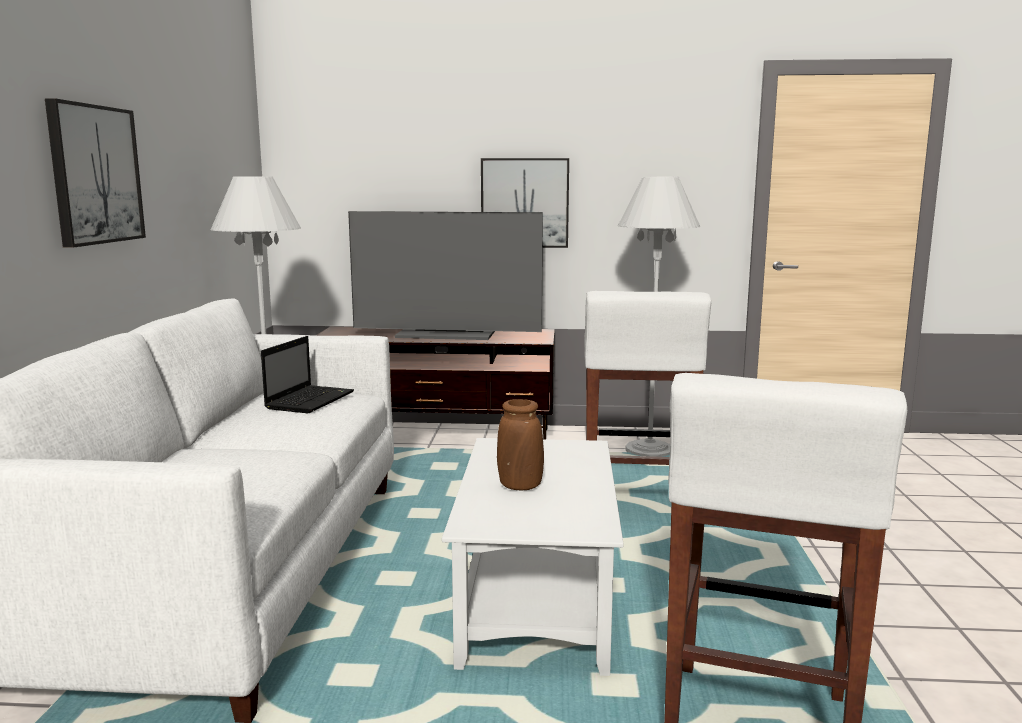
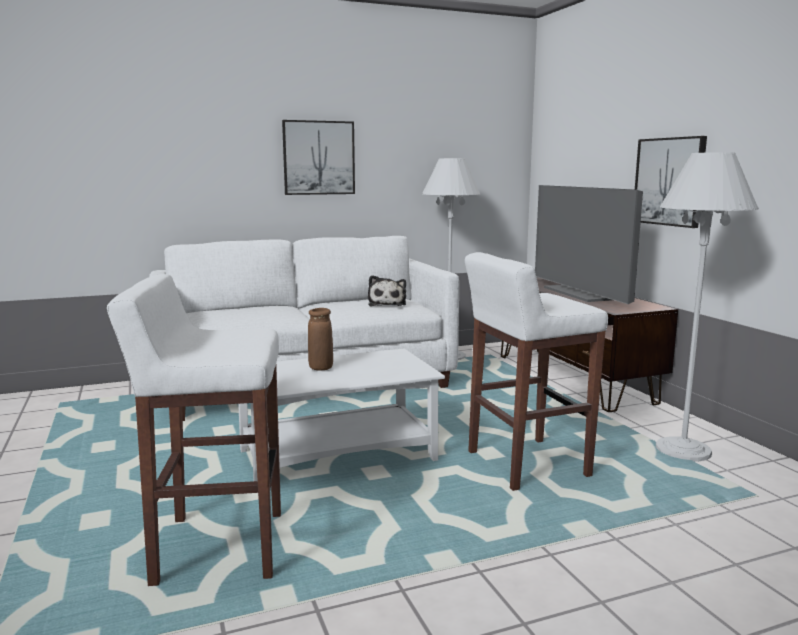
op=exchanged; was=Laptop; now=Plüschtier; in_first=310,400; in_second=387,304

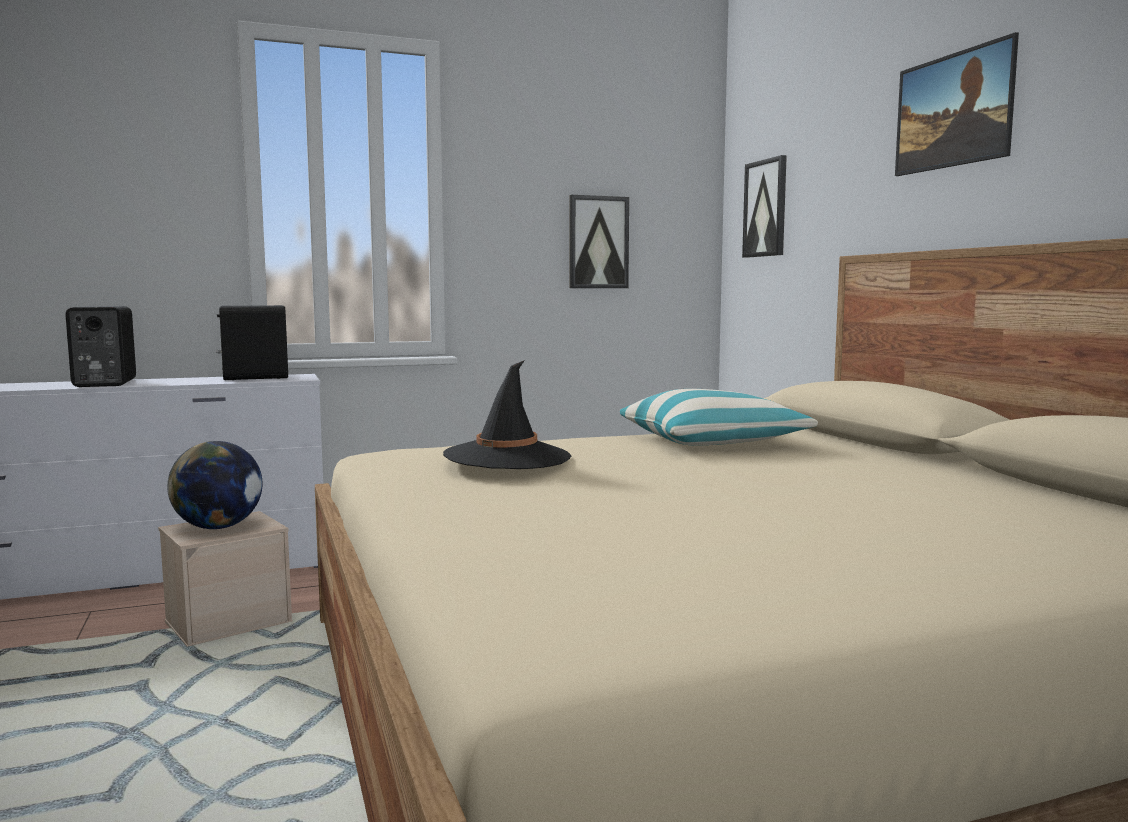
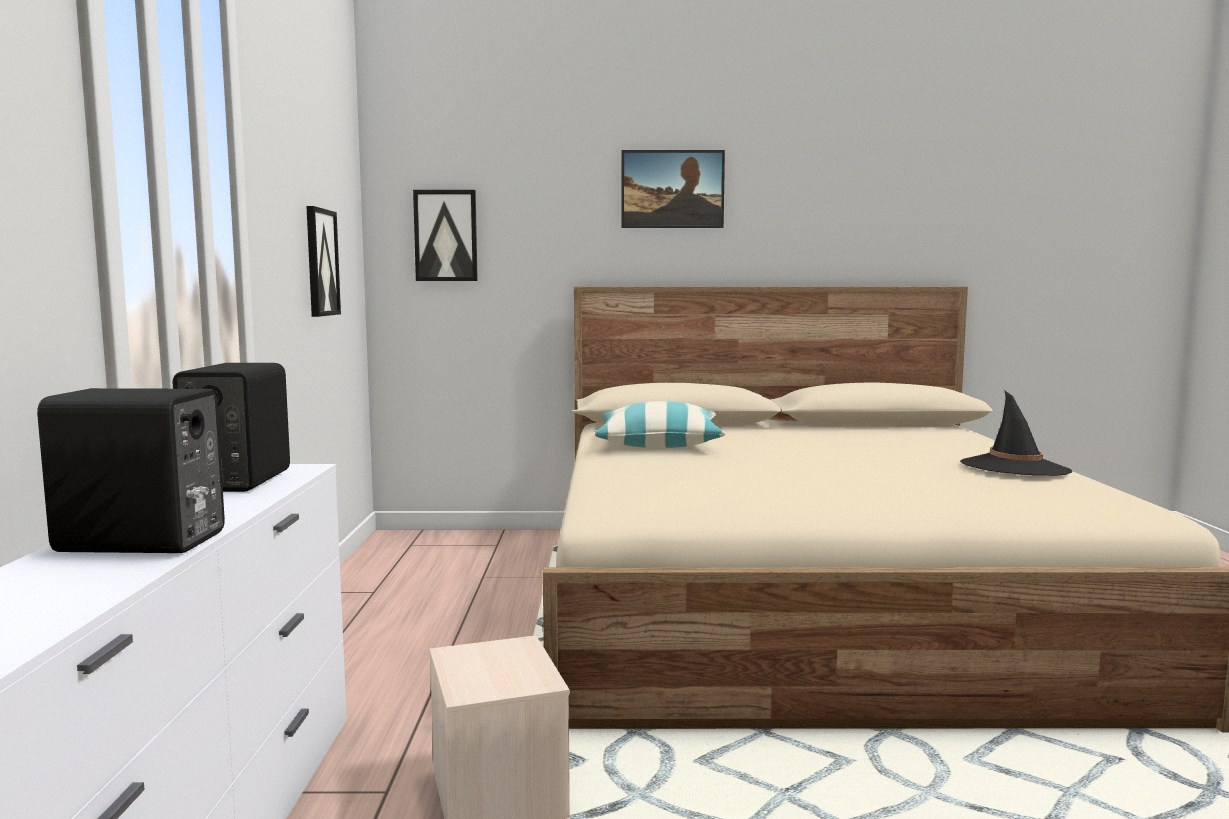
op=missing; was=Globus; in_first=218,527
op=relocated; was=Hut (schwarz); in_first=507,457; in_second=1014,468

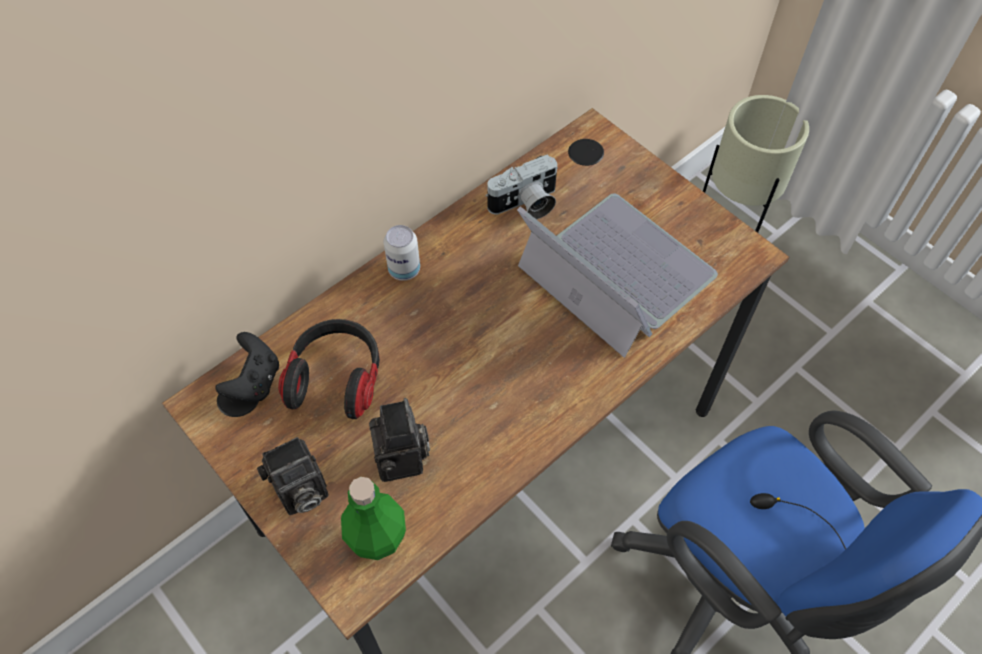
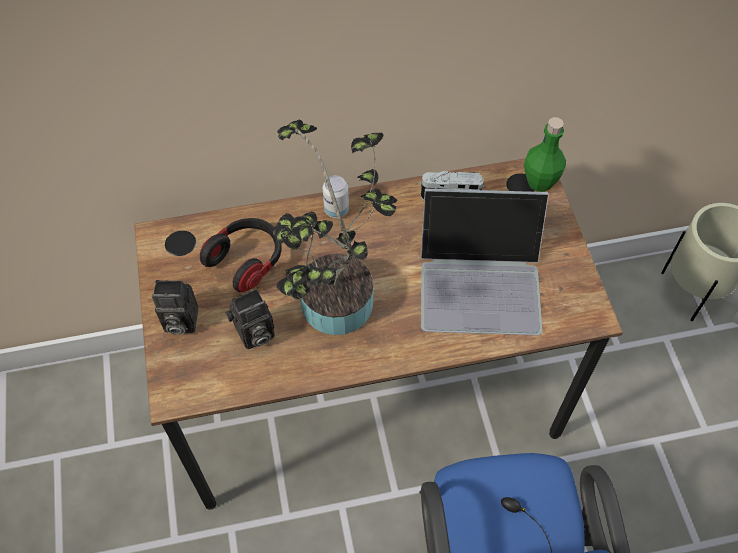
op=missing; was=Gamepad (schwarz); in_first=255,381
op=appeared; now=Topfpflanze; in_second=333,311
op=relocated; was=Flasche (grün); in_first=378,540; in_second=539,182
op=spun; was=Kamera; in_first=403,461; in_second=254,335; clockwise=45
op=spun; was=Laptop; in_first=614,272; in_second=481,280; clockwise=105

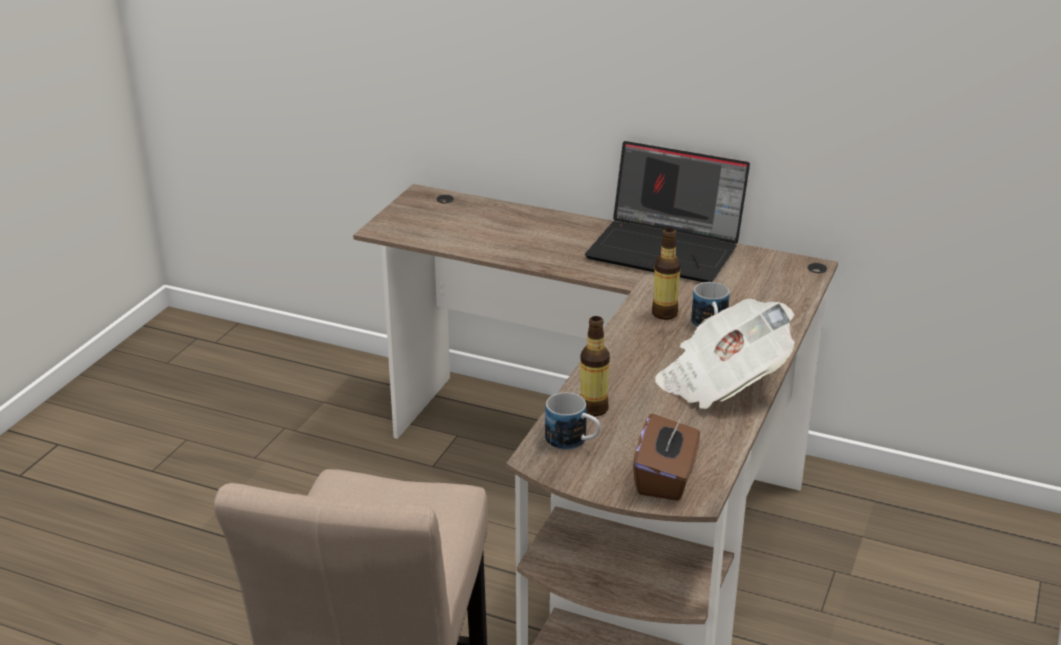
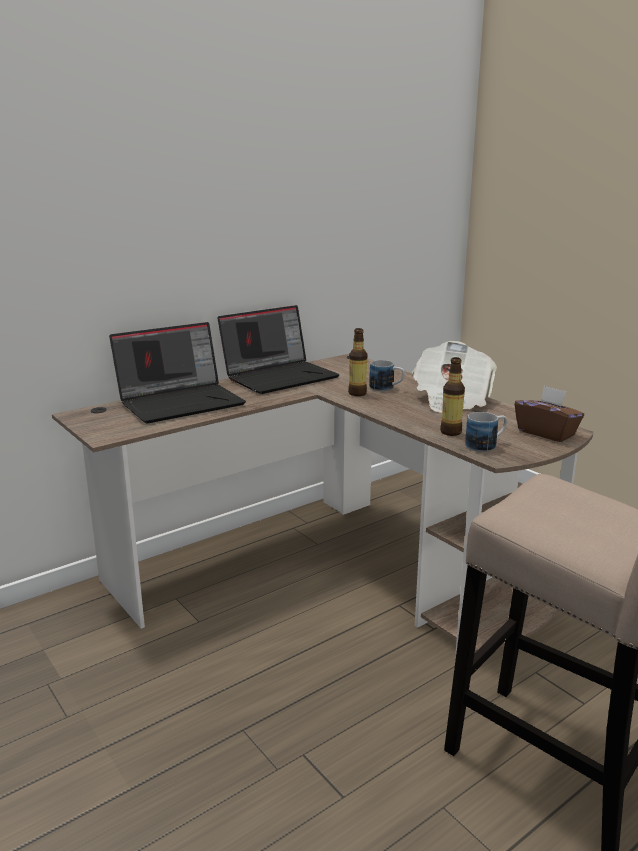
op=appeared; now=Laptop; in_second=181,402

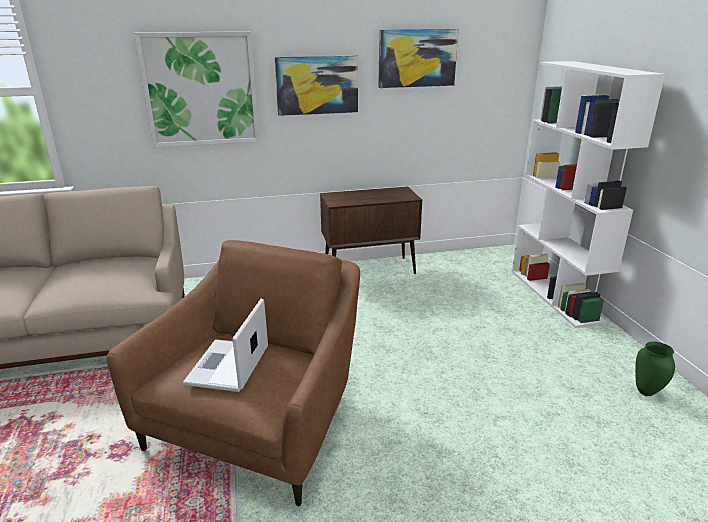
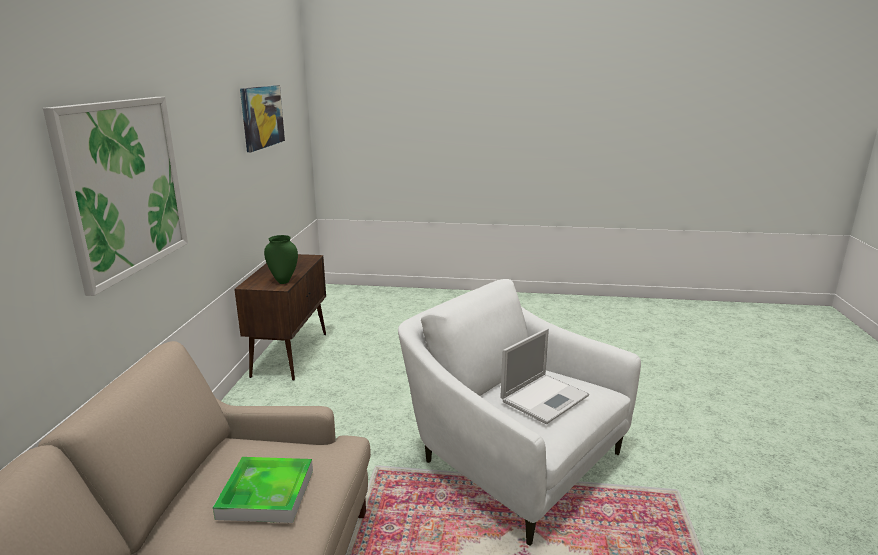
op=missing; was=Bild; in_first=317,85
op=missing; was=Bücherregal (weiß); in_first=556,295
op=appeared; now=Tablett; in_second=266,493
op=relocated; was=Vase (grün); in_first=646,392; in_second=283,282
op=colour; was=Sessel (braun); now=Sessel (weiß); in_first=261,420; in_second=511,459
op=spun; was=Laptop; in_first=227,366; in_second=545,397; clockwise=-75

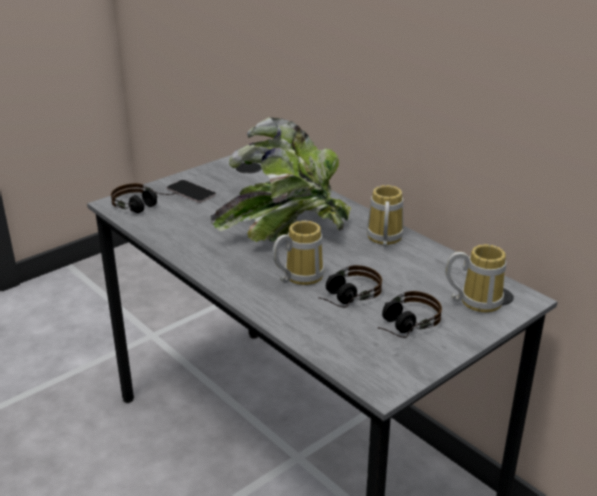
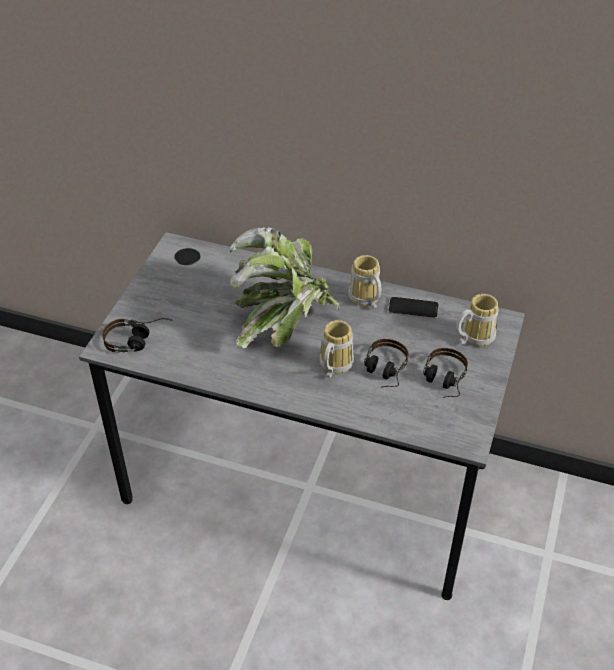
op=relocated; was=Handy; in_first=191,192; in_second=413,308

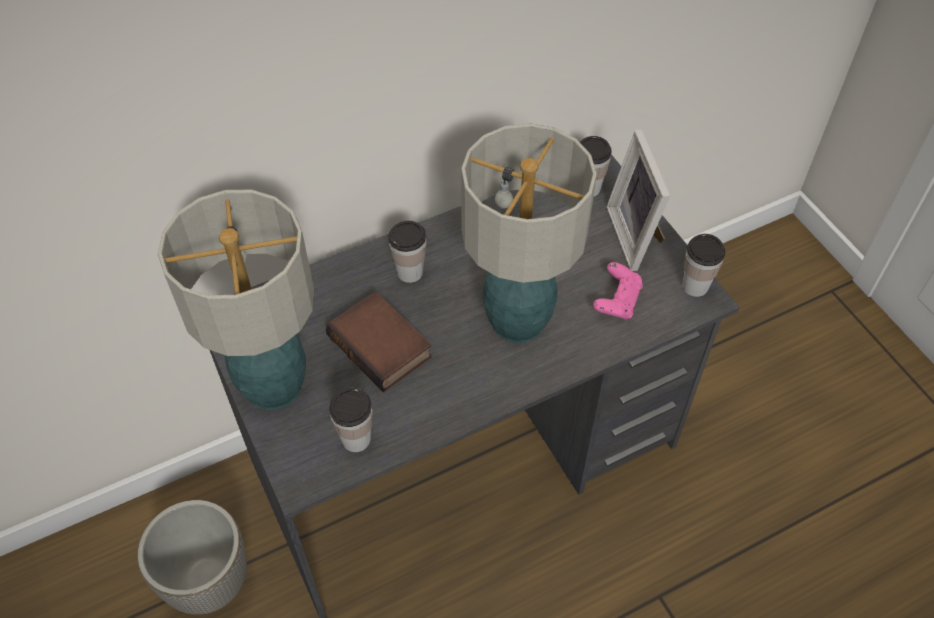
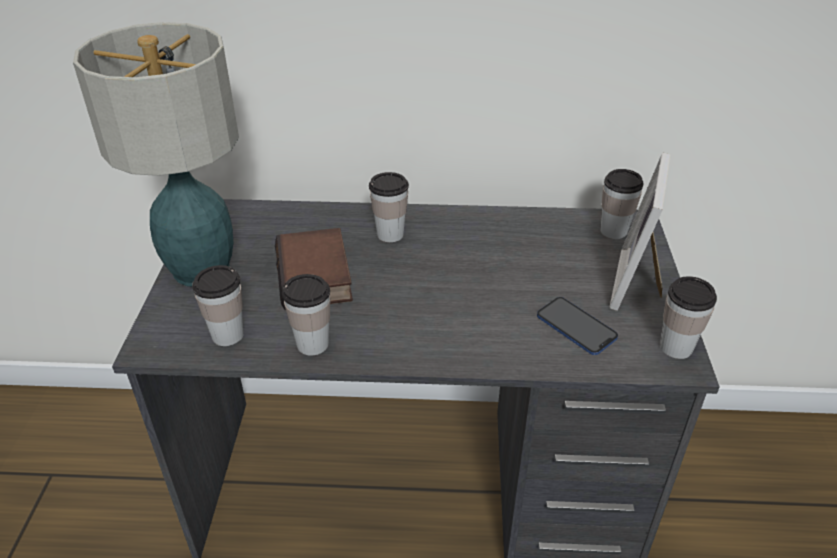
op=missing; was=Pflanzkübel; in_first=208,581
op=missing; was=Tischlampe; in_first=516,322
op=appeared; now=Tasse; in_second=312,344
op=exchanged; was=Gamepad (rosa); now=Handy; in_first=617,300; in_second=576,327

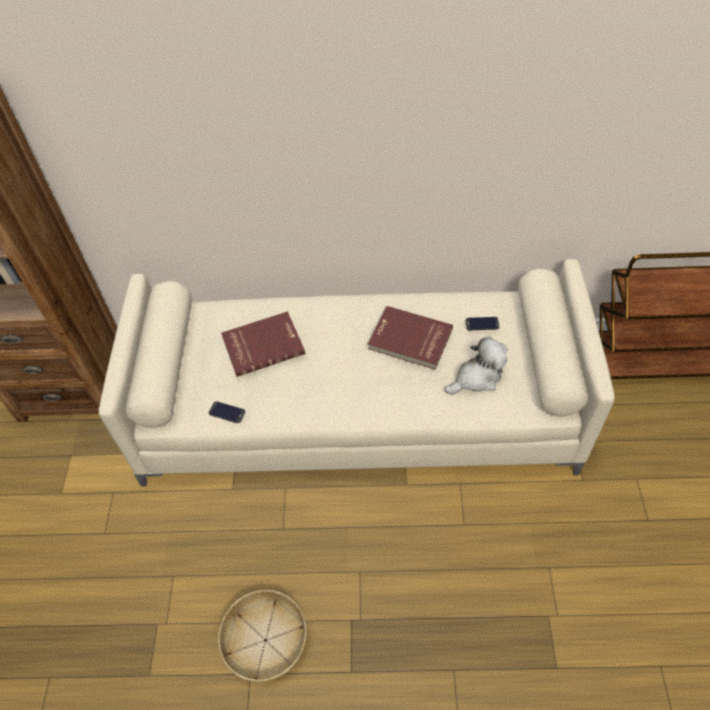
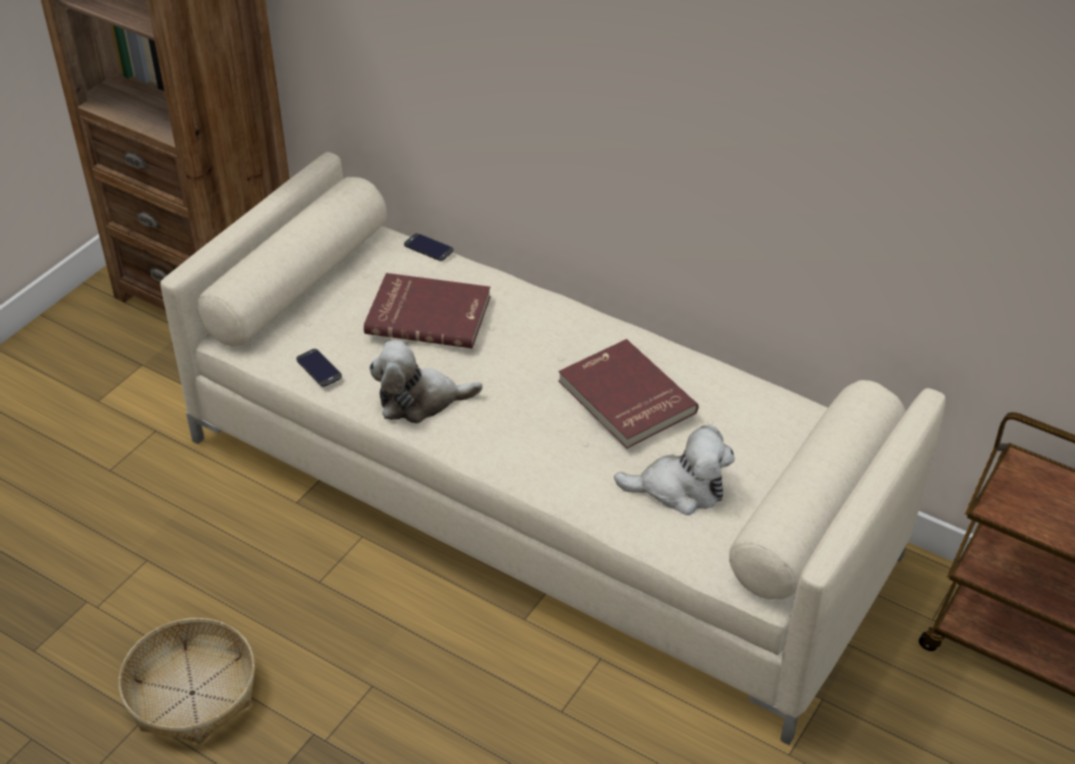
op=appeared; now=Plüschtier; in_second=420,400
op=relocated; was=Handy; in_first=482,324; in_second=428,247

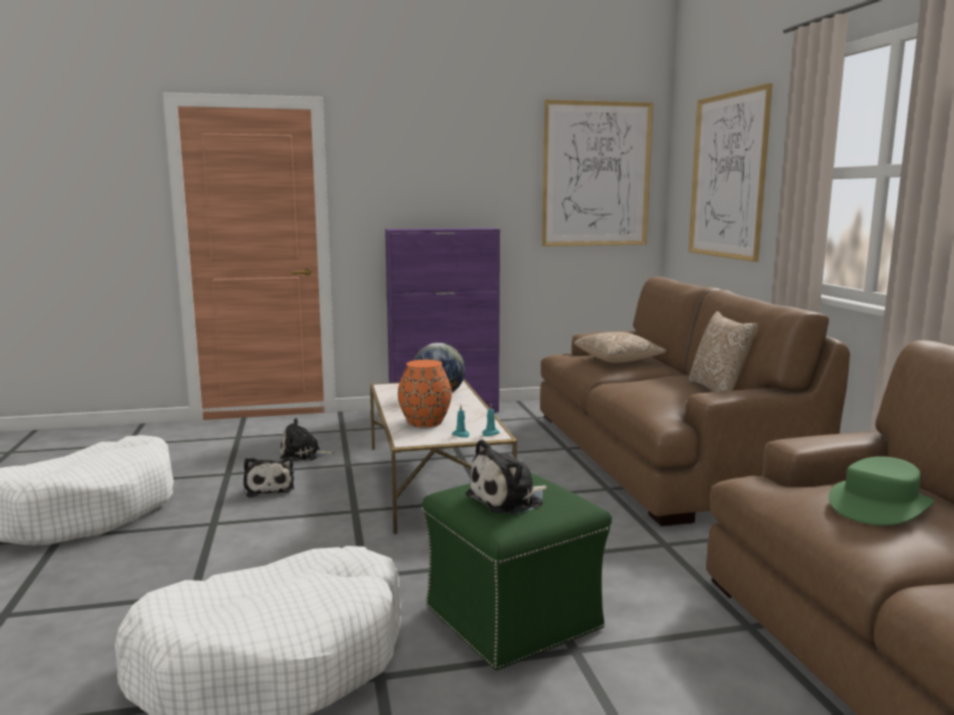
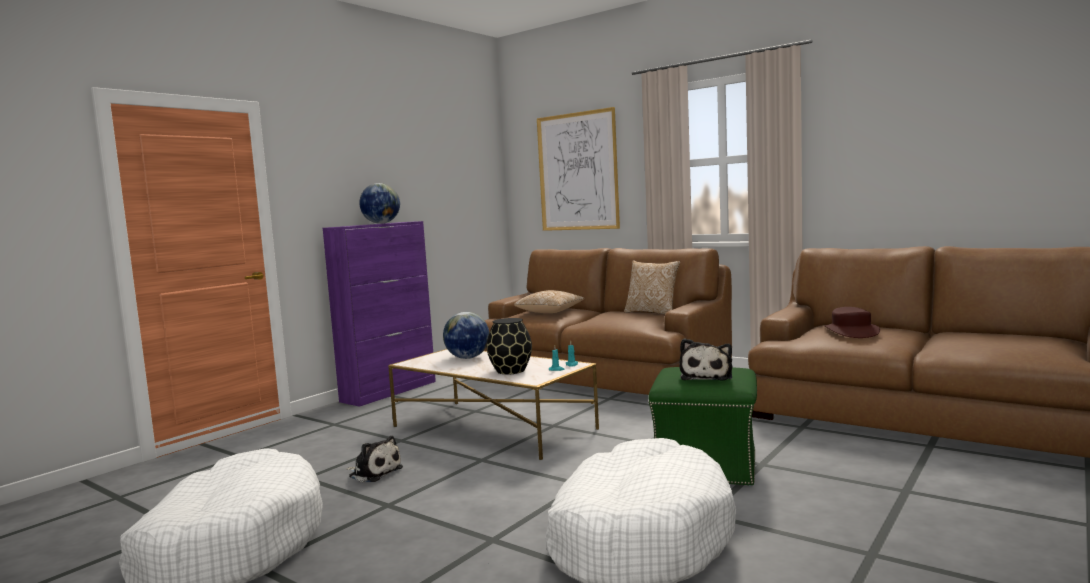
op=missing; was=Plüschtier; in_first=303,455
op=missing; was=Bild; in_first=596,174
op=appeared; now=Globus; in_second=381,223
op=colour; was=Vase (orange); now=Vase (schwarz); in_first=425,422; in_second=511,371
op=colour; was=Hut (grün); now=Hut (braun); in_first=879,505; in_second=851,332

